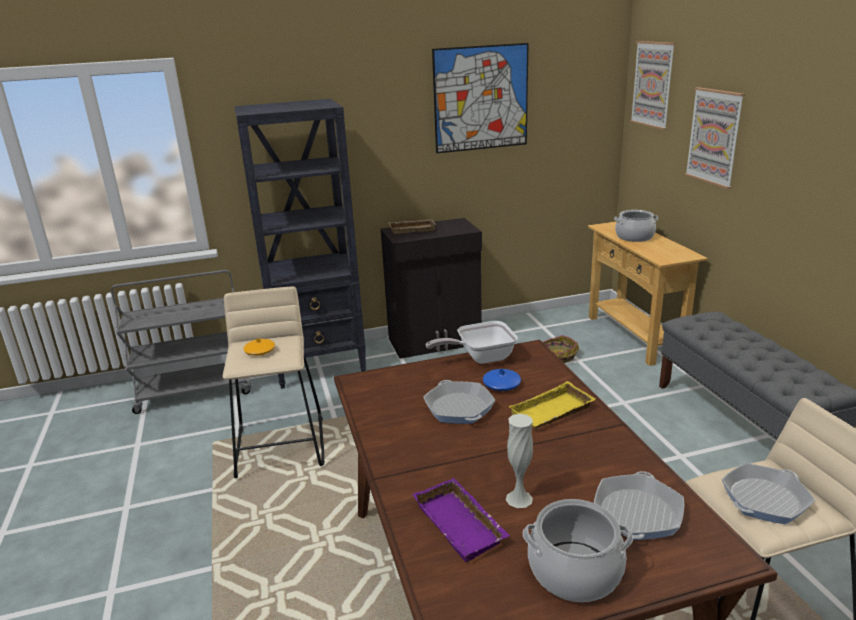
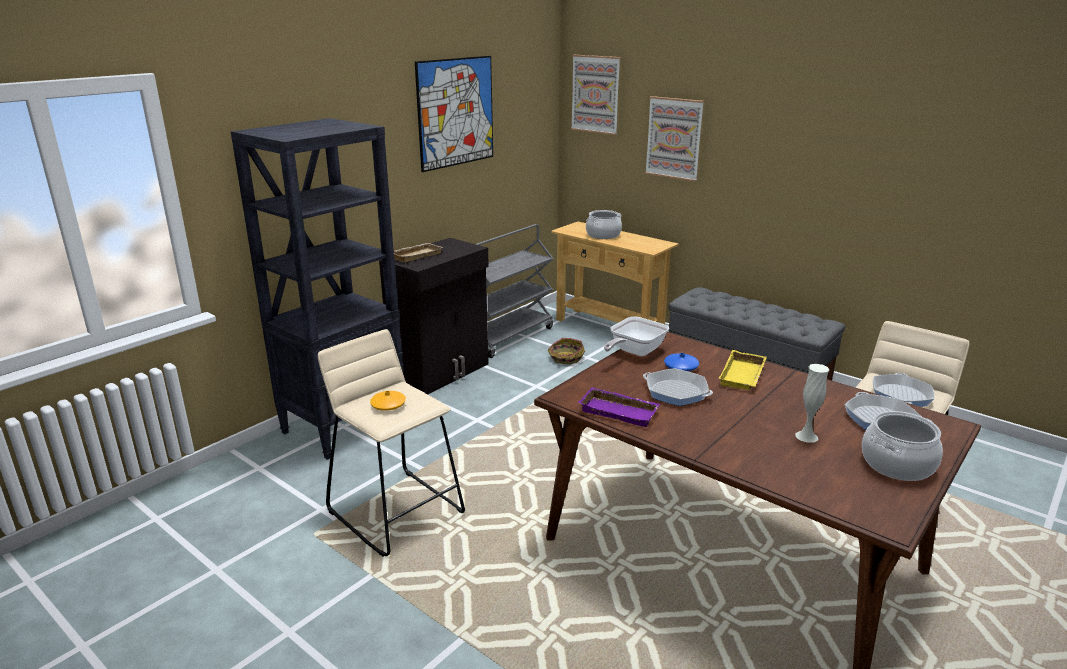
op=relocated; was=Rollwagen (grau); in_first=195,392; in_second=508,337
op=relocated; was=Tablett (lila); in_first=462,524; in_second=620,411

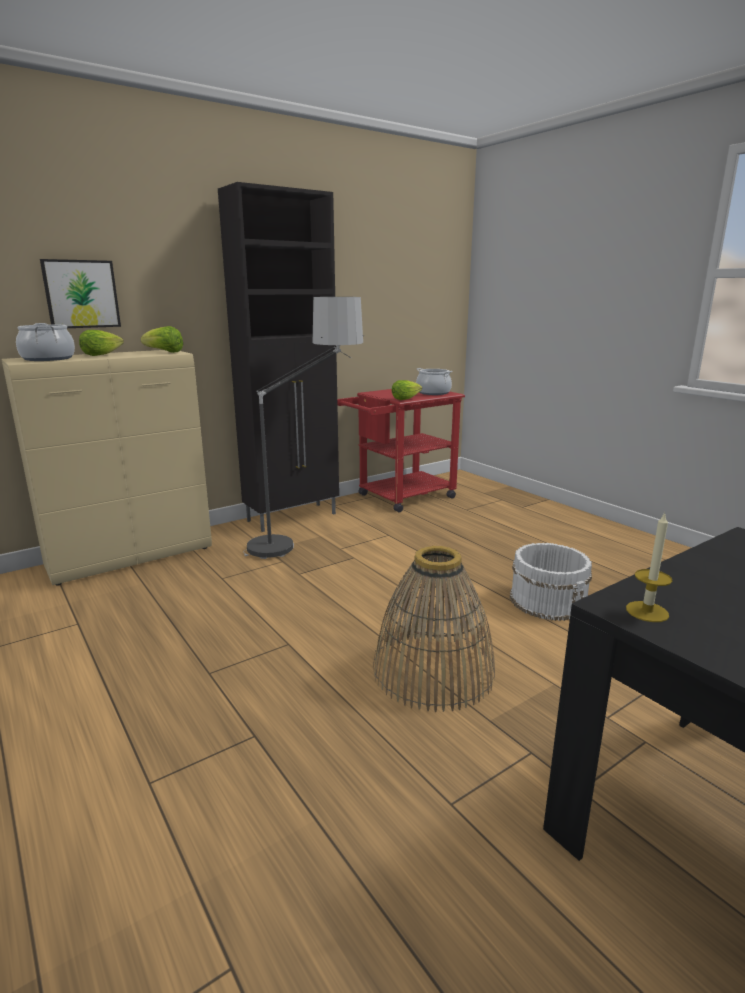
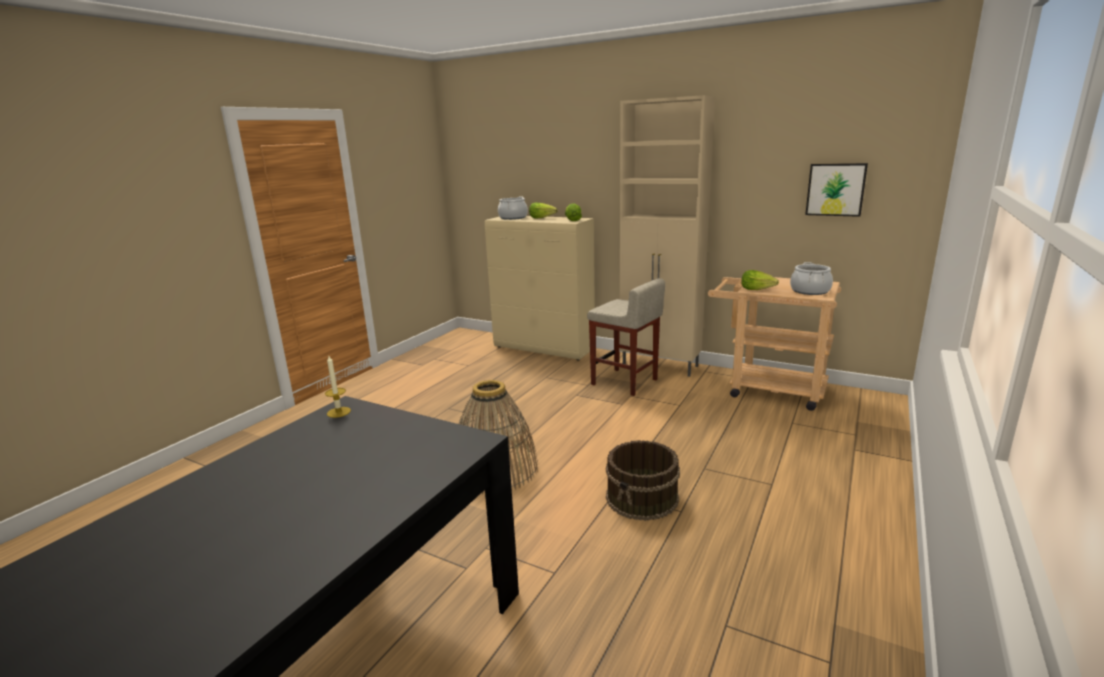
op=relocated; was=Bild; in_first=81,294; in_second=835,189
op=exchanged; was=Stehlampe; now=Hocker (beige); in_first=305,542; in_second=625,382
op=colour; was=Schrank (schwarz); now=Schrank (beige); in_first=293,517; in_second=661,366
op=colour; was=Rollwagen (rot); now=Rollwagen (beige); in_first=400,498; in_second=767,389
op=colour; was=Eimer (weiß); now=Eimer (braun); in_first=548,600; in_second=642,498

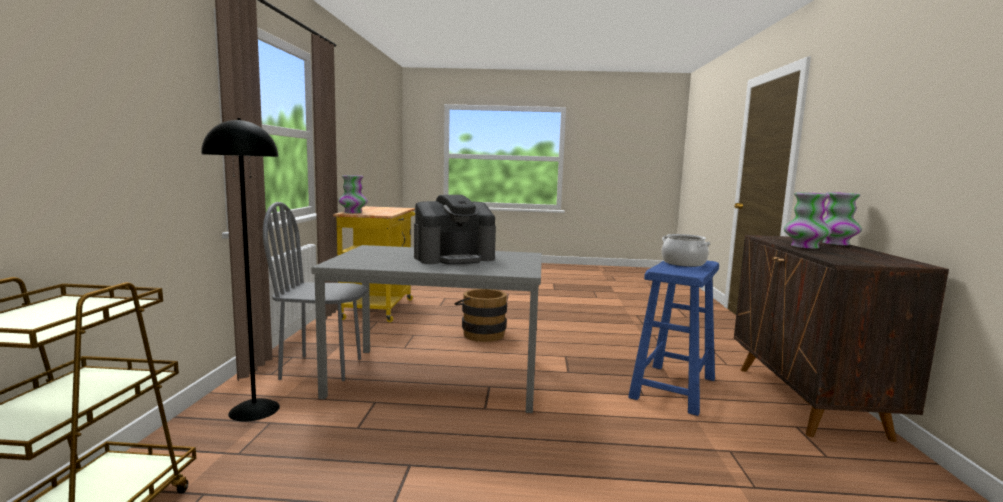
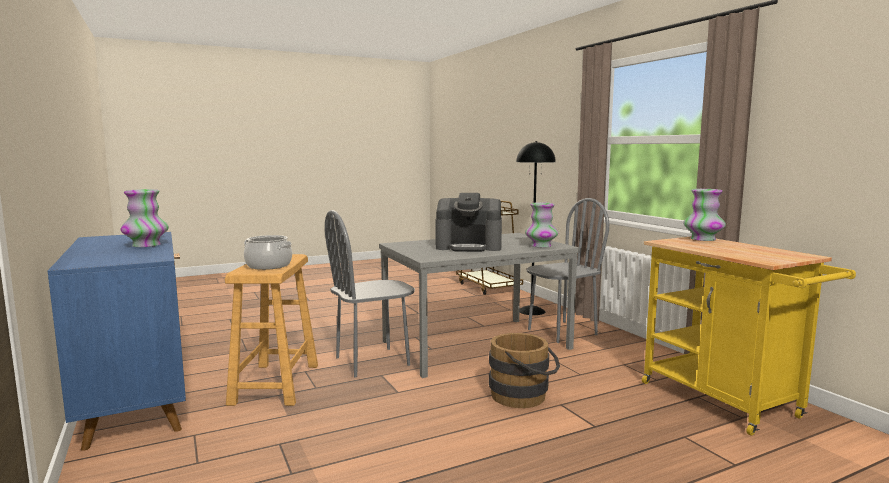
op=appeared; now=Stuhl (grau); in_second=372,361
op=relocated; was=Vase; in_first=835,244; in_second=541,246
op=colour; was=Hocker (blau); now=Hocker (beige); in_first=673,388; in_second=276,383
op=colour; was=Schrank (braun); now=Schrank (blau); in_first=808,401; in_second=136,404
op=spun; was=Kaffeemaschine; in_first=454,258; in_second=469,246; clockwise=-120

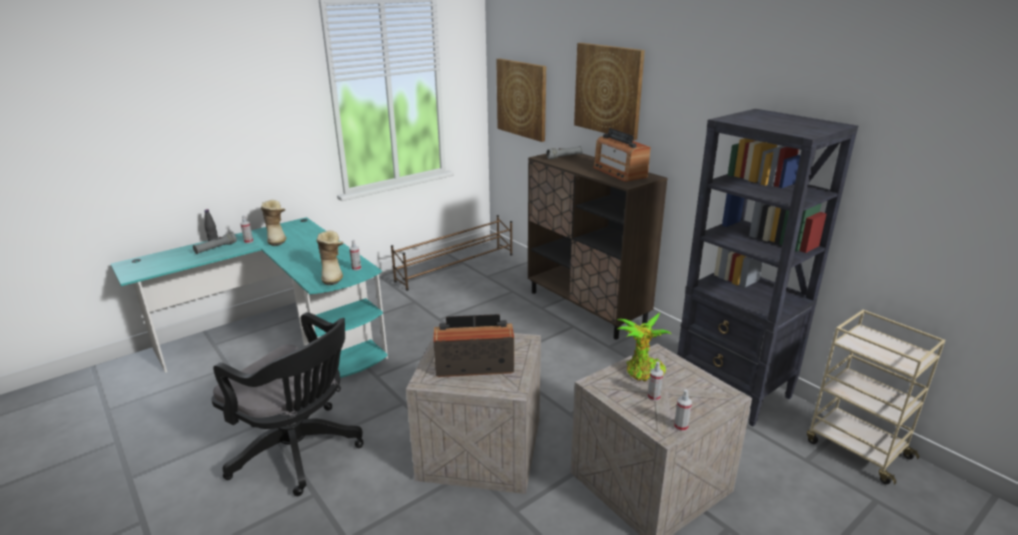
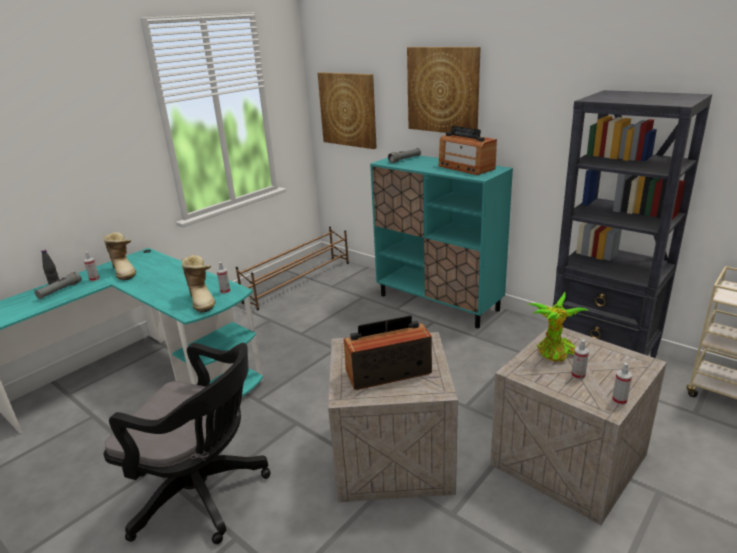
op=colour; was=Schrank (braun); now=Schrank (türkis); in_first=587,307; in_second=438,302

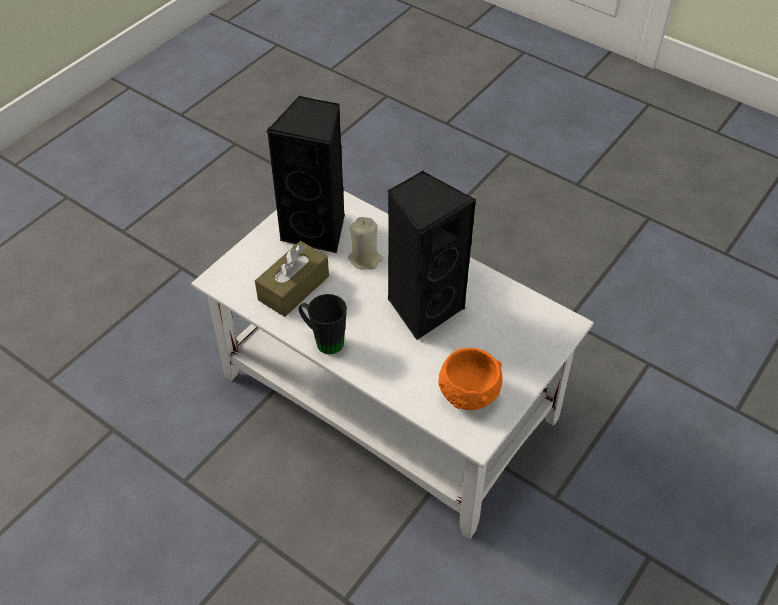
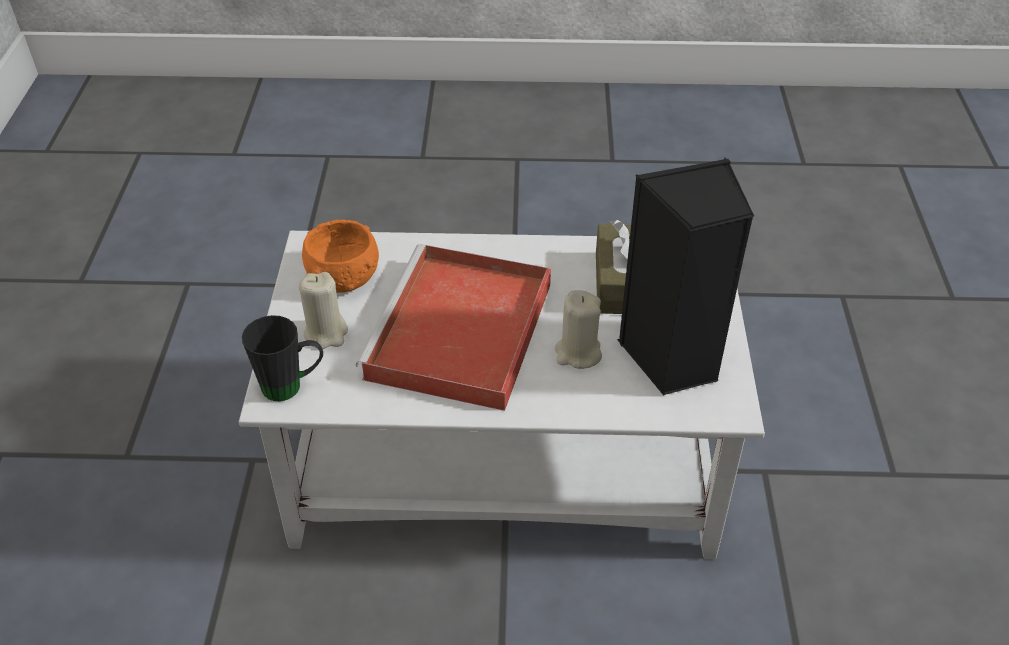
op=appeared; now=Kerze (beige); in_second=326,333
op=relocated; was=Henkelbecher (schwarz); in_first=323,340; in_second=292,386
op=exchanged; was=Lautsprecher (schwarz); now=Tablett (rot); in_first=423,307; in_second=460,334

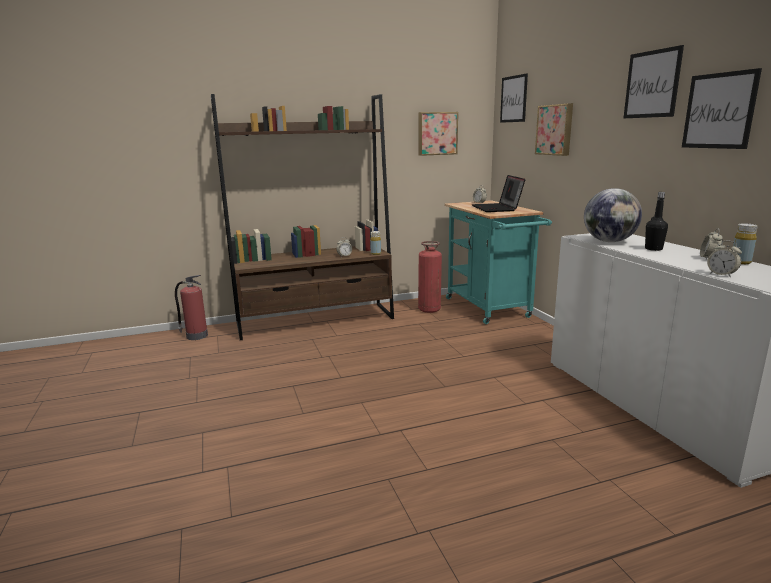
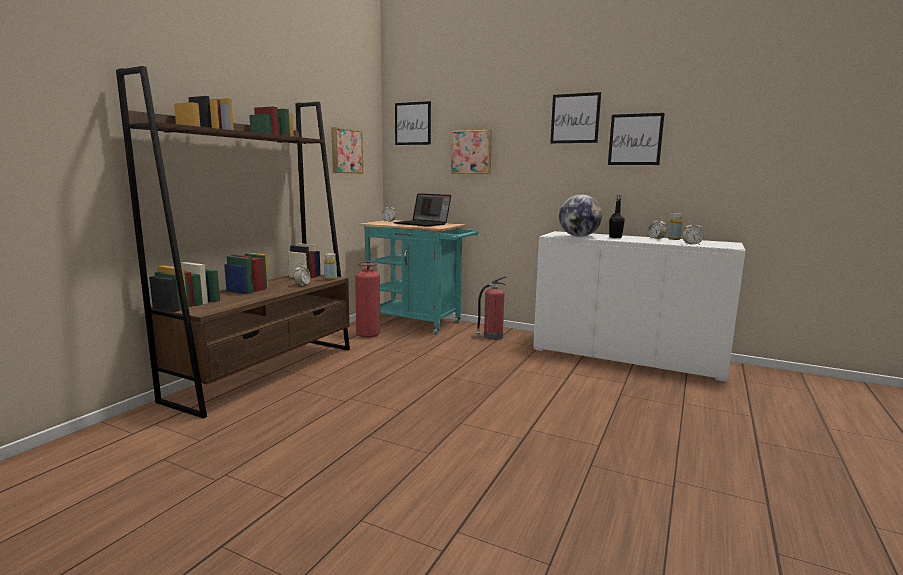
op=relocated; was=Feuerlöscher; in_first=196,336; in_second=492,337

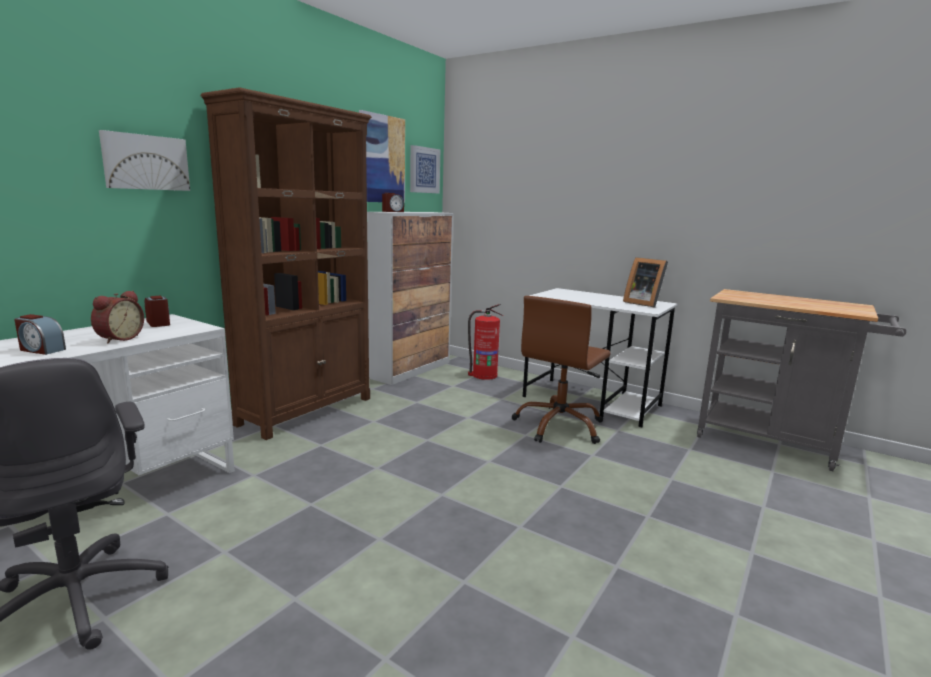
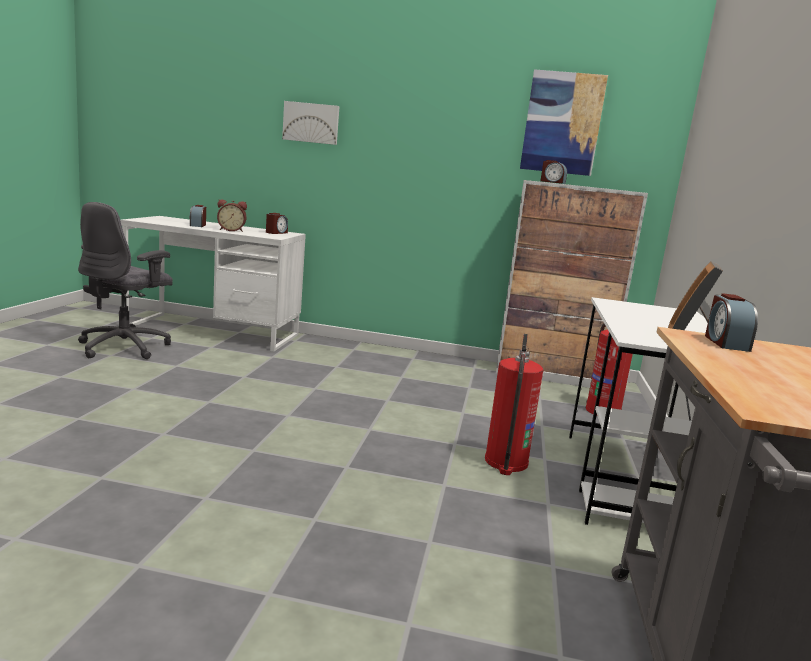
op=missing; was=Bücherregal (braun); in_first=307,411
op=missing; was=Bild; in_first=424,170
op=appeared; now=Wecker; in_second=725,343
op=exchanged; was=Bürostuhl (braun); now=Feuerlöscher; in_first=559,426; in_second=505,462

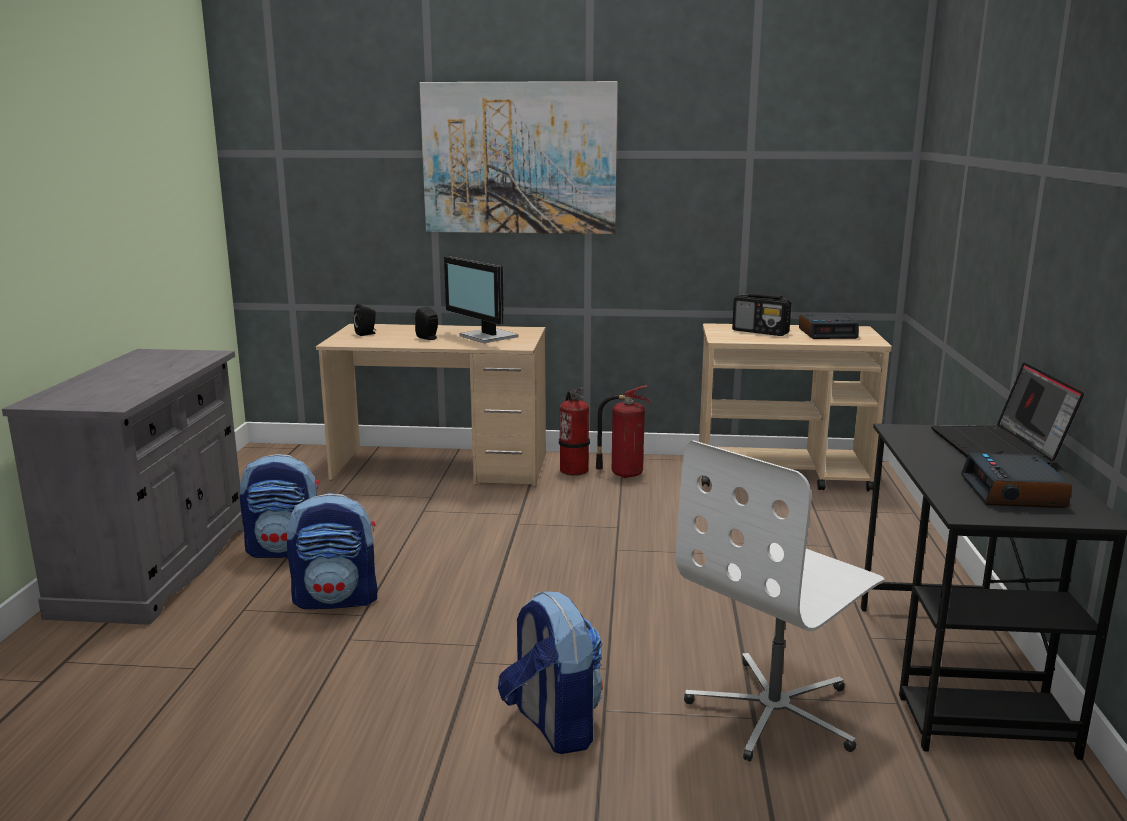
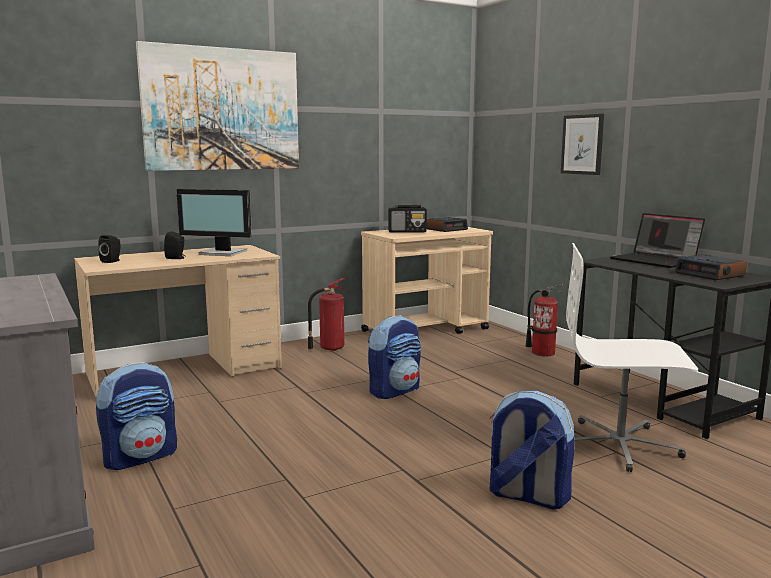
op=appeared; now=Bild; in_second=582,144
op=relocated; was=Rucksack; in_first=337,599; in_second=394,391
op=relocated; was=Feuerlöscher; in_first=574,470; in_second=543,352
op=spun; was=Bürostuhl (weiß); in_first=775,711; in_second=620,445; clockwise=90

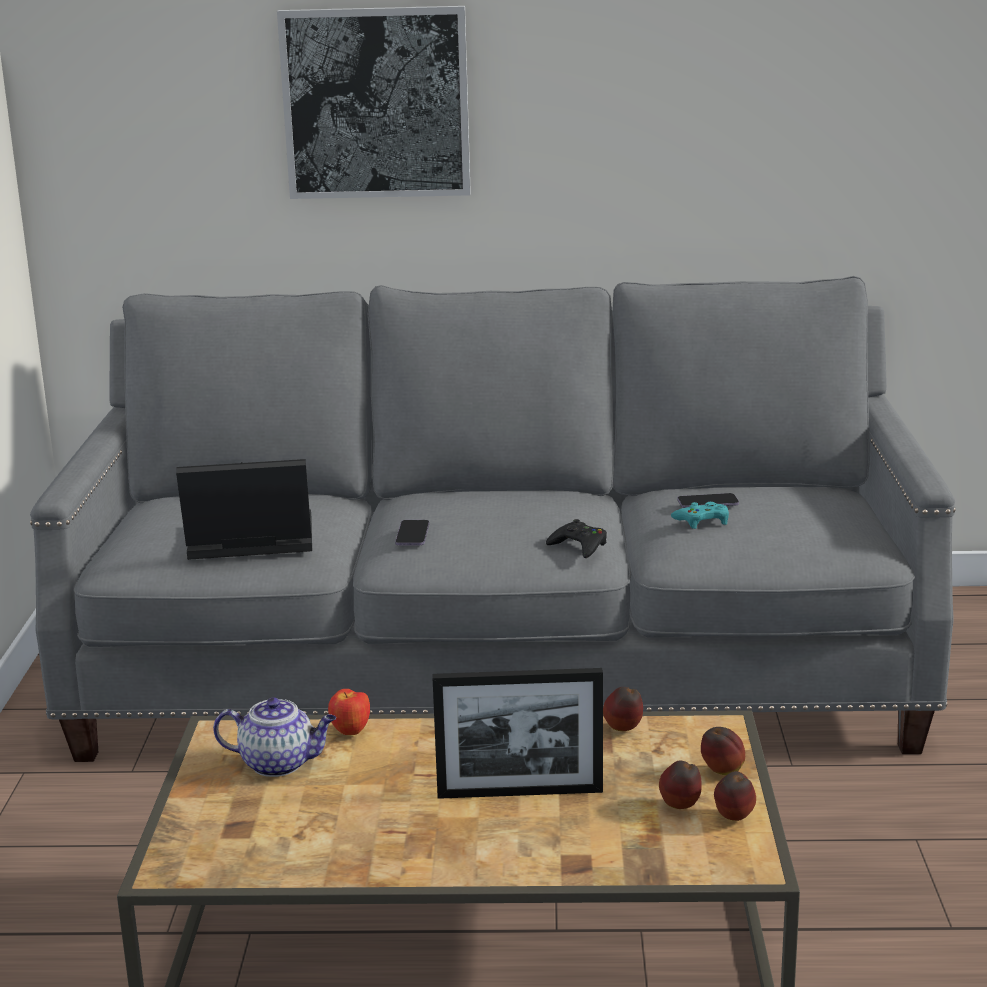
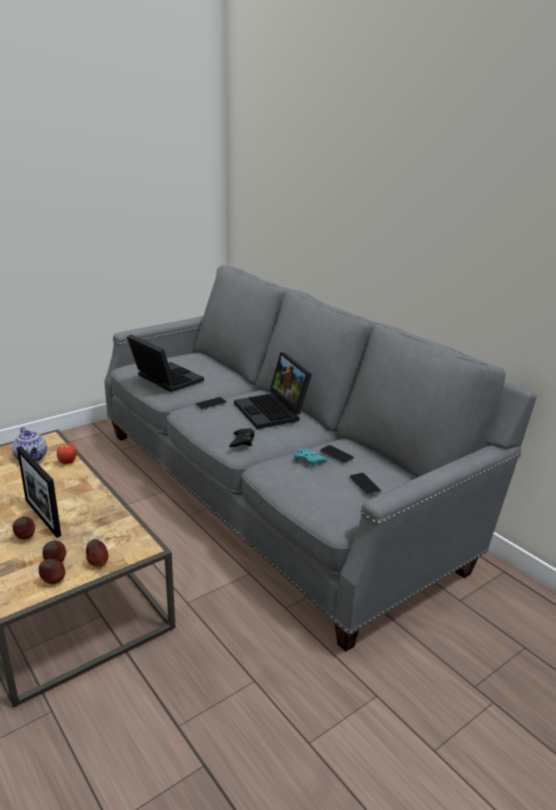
op=missing; was=Bild; in_first=376,103
op=appeared; now=Laptop; in_second=273,411
op=appeared; now=Handy; in_second=364,485
op=relocated; was=Apfel; in_first=624,730; in_second=25,538

